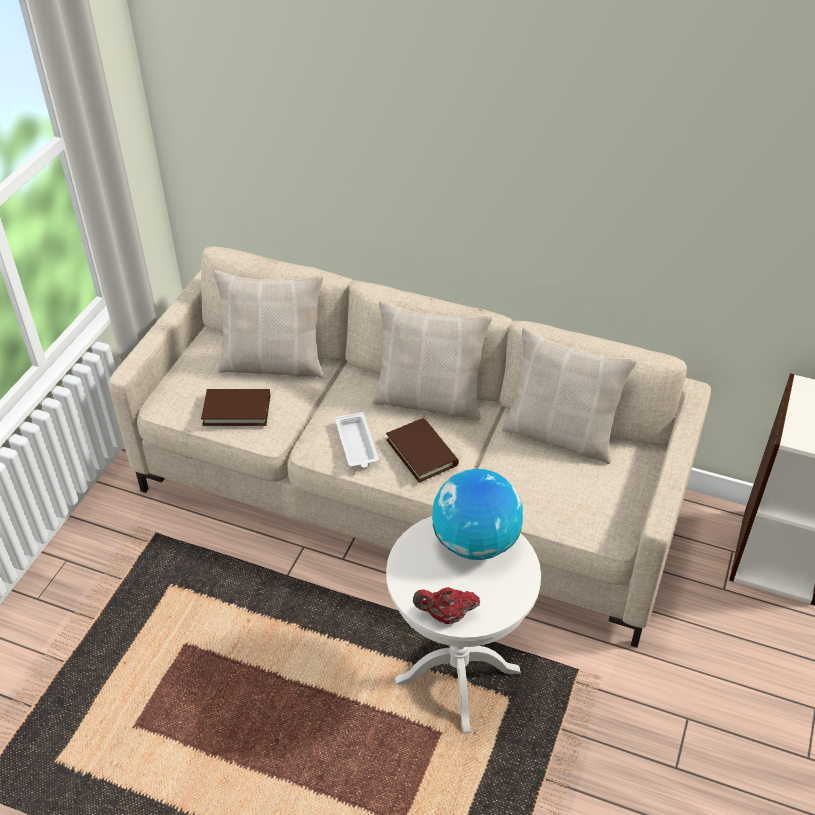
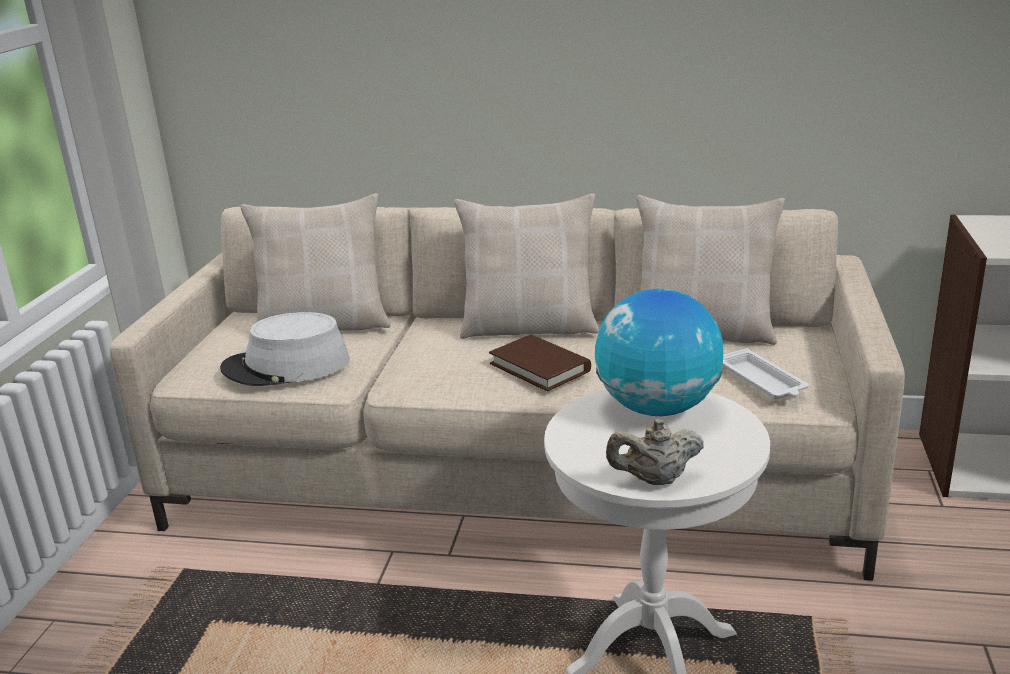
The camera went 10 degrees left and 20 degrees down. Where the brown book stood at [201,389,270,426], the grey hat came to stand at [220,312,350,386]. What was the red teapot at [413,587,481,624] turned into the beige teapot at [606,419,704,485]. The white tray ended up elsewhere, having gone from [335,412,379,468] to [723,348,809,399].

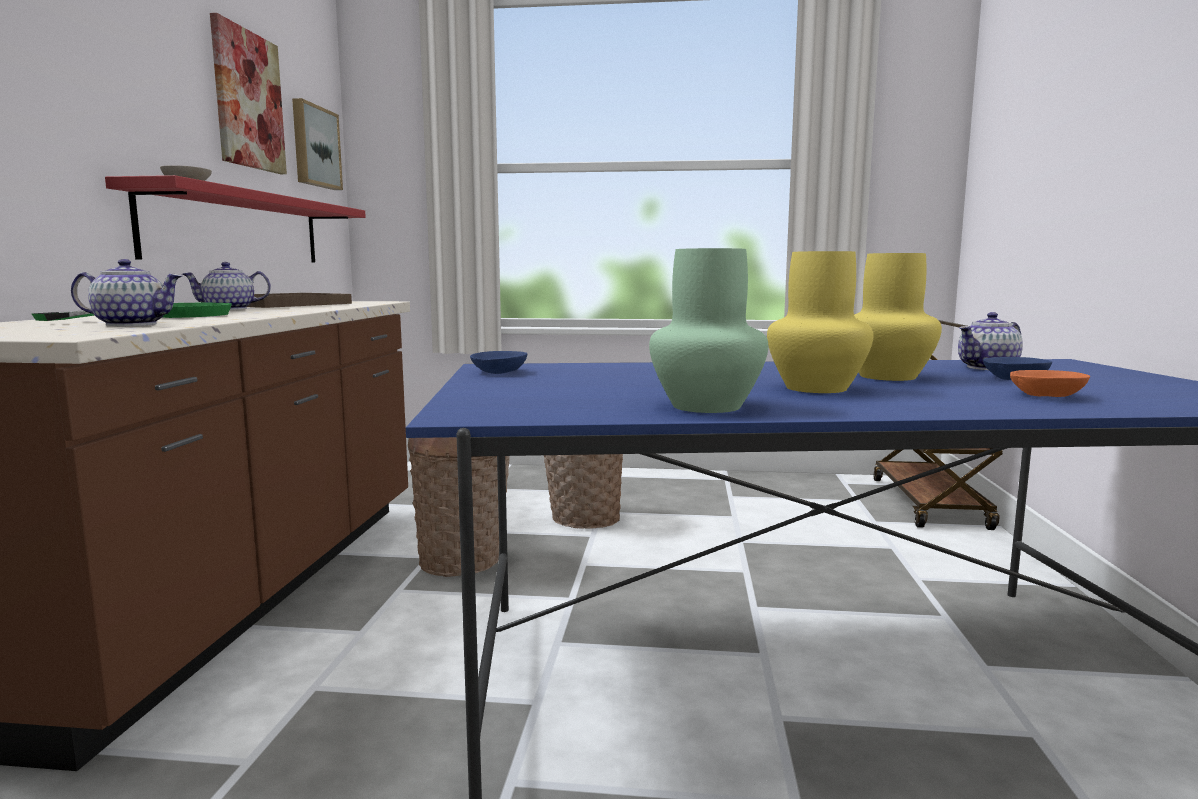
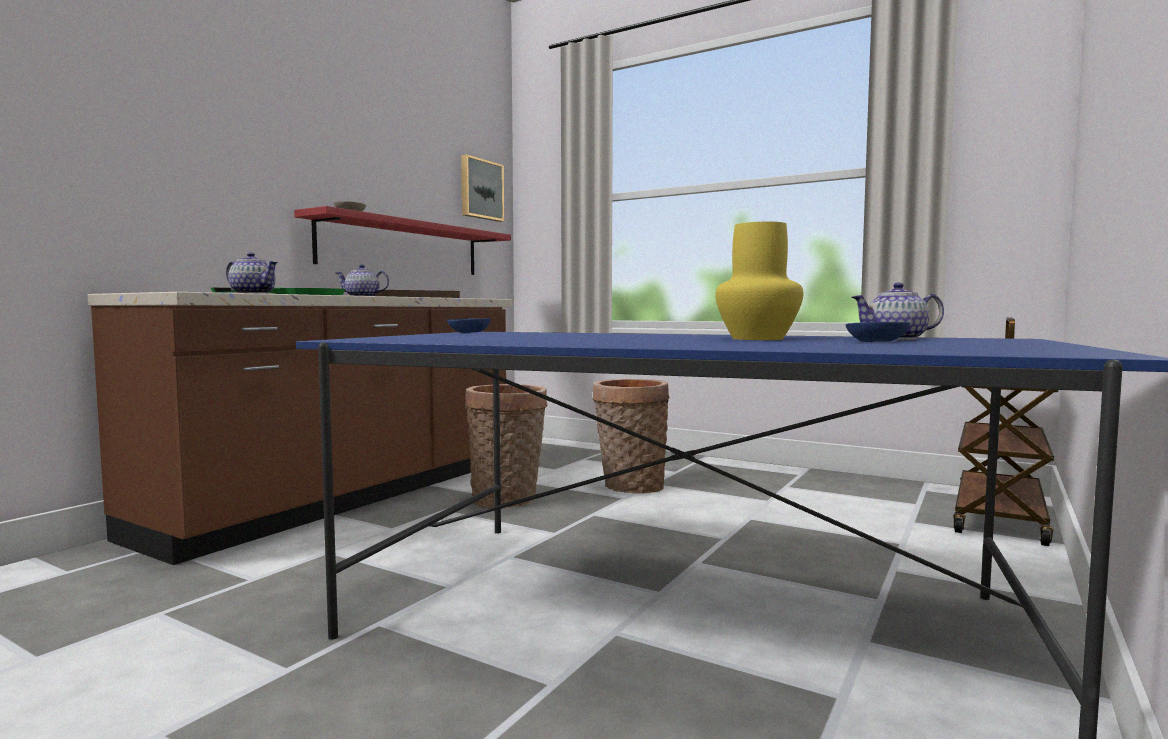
The camera went 25 degrees right and 5 degrees down. The second view lost the picture at [210,13,287,174]. The second view lost the green vase at [649,248,768,413]. The second view lost the yellow vase at [767,251,874,393]. The second view lost the orange bowl at [1010,370,1090,397].

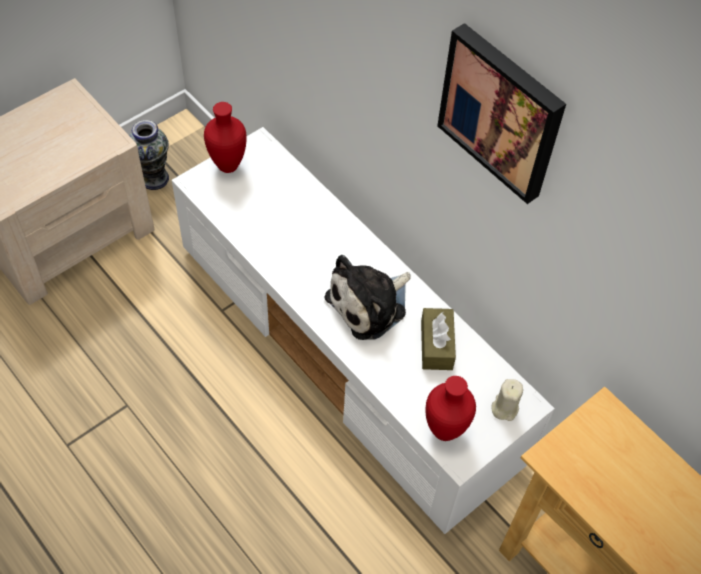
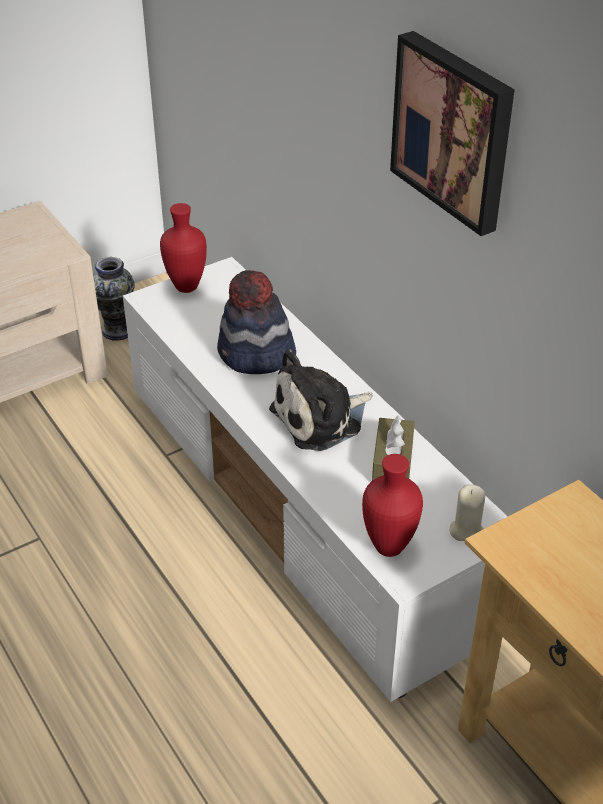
The camera went 10 degrees right and 15 degrees down. The second view gained the hat at [217,270,296,374].

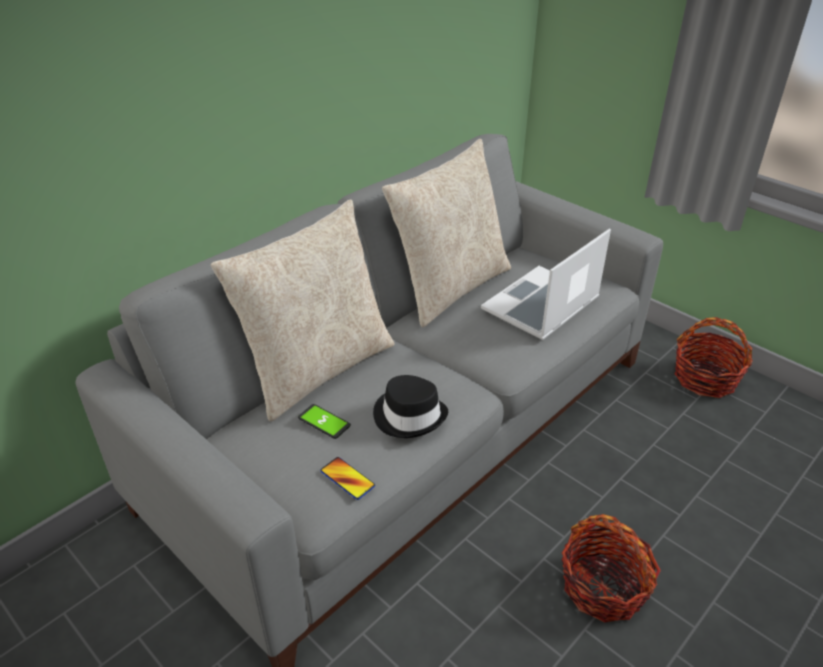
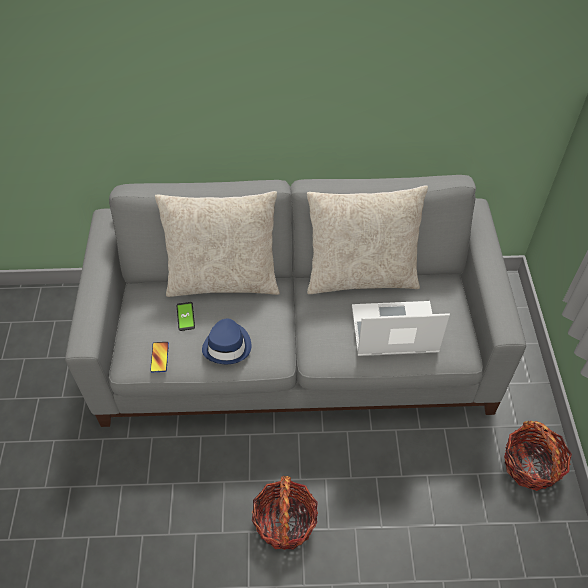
The camera went 45 degrees right and 15 degrees up. What was the black hat at [373,375,448,438] turned into the blue hat at [202,319,251,364].

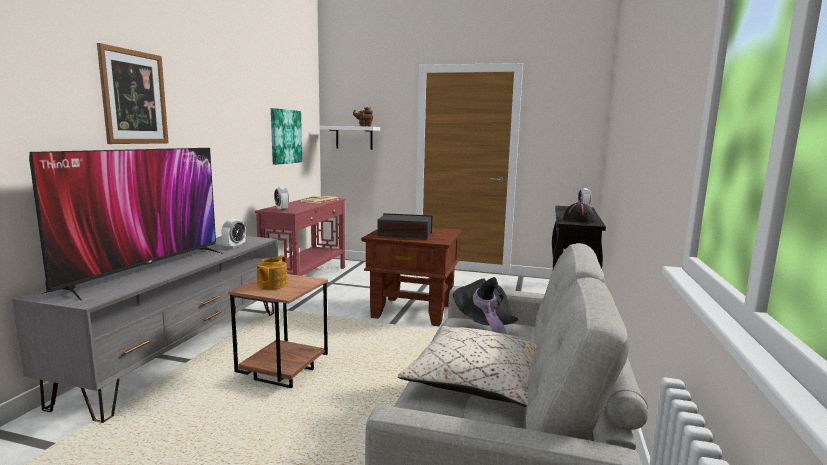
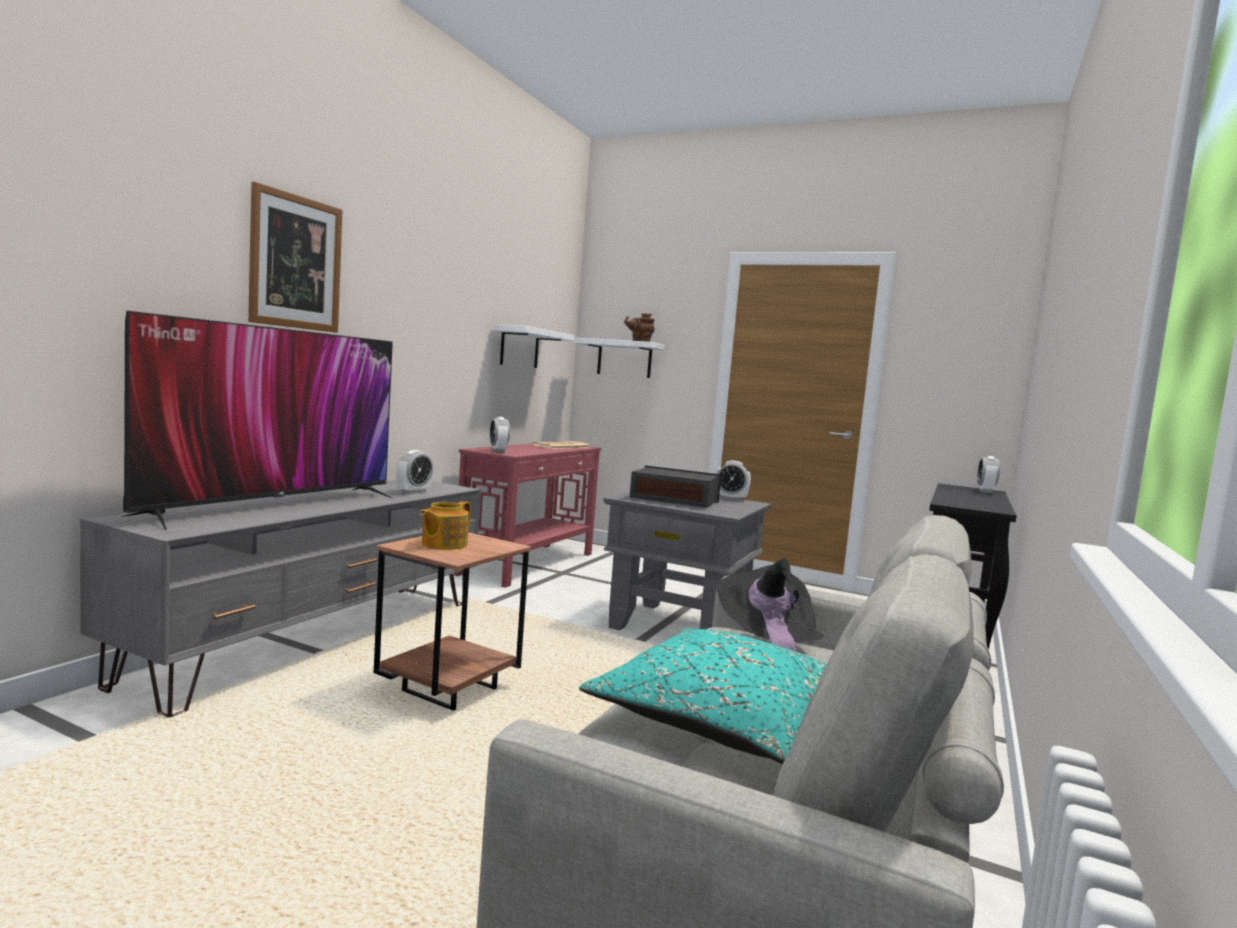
The camera went 10 degrees right and 5 degrees down. Where the picture hung at [271,108,302,165], the white shelf came to hang at [494,324,574,368]. What was the beige pillow at [398,326,538,407] turned into the turquoise pillow at [579,628,826,764]. What was the brown side table at [361,228,463,326] turned into the grey side table at [603,492,771,630]. The second view gained the alarm clock at [716,461,751,501]. The second view lost the black hat at [563,202,595,223].

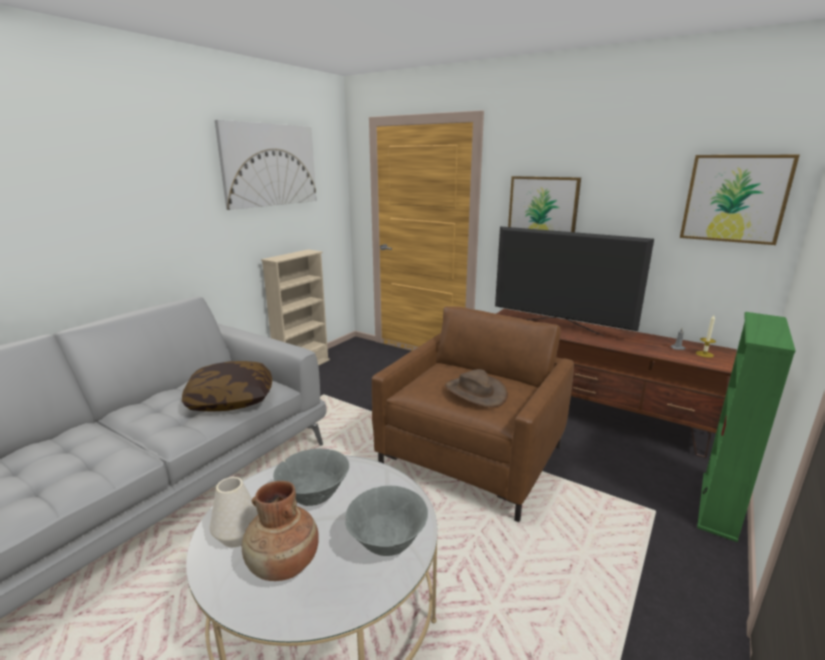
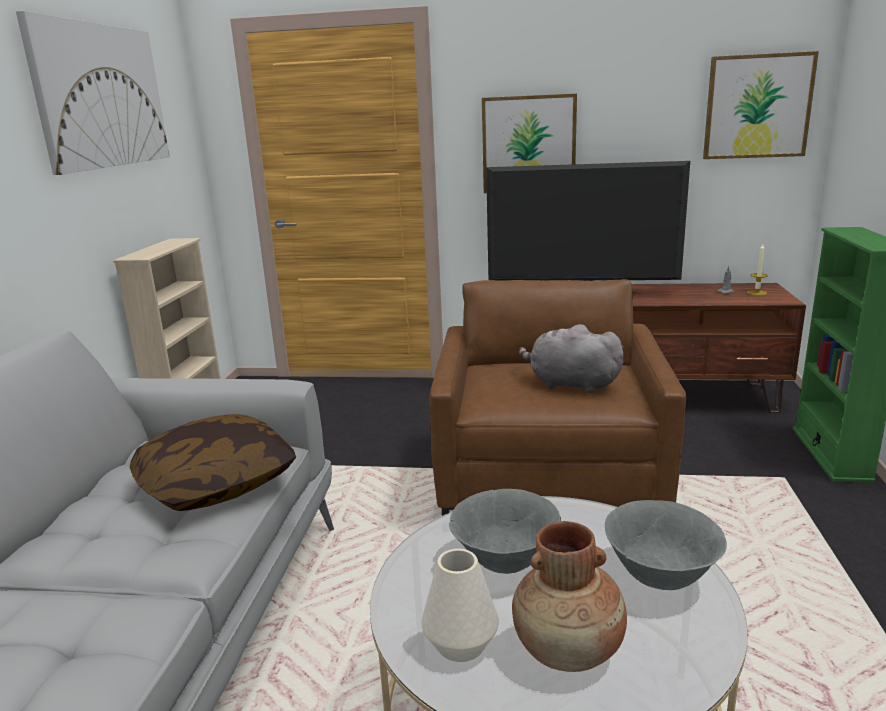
The camera went 25 degrees left and 0 degrees up. Where the brown hat stood at [445,369,508,407], the grey plush toy came to stand at [519,324,624,393].

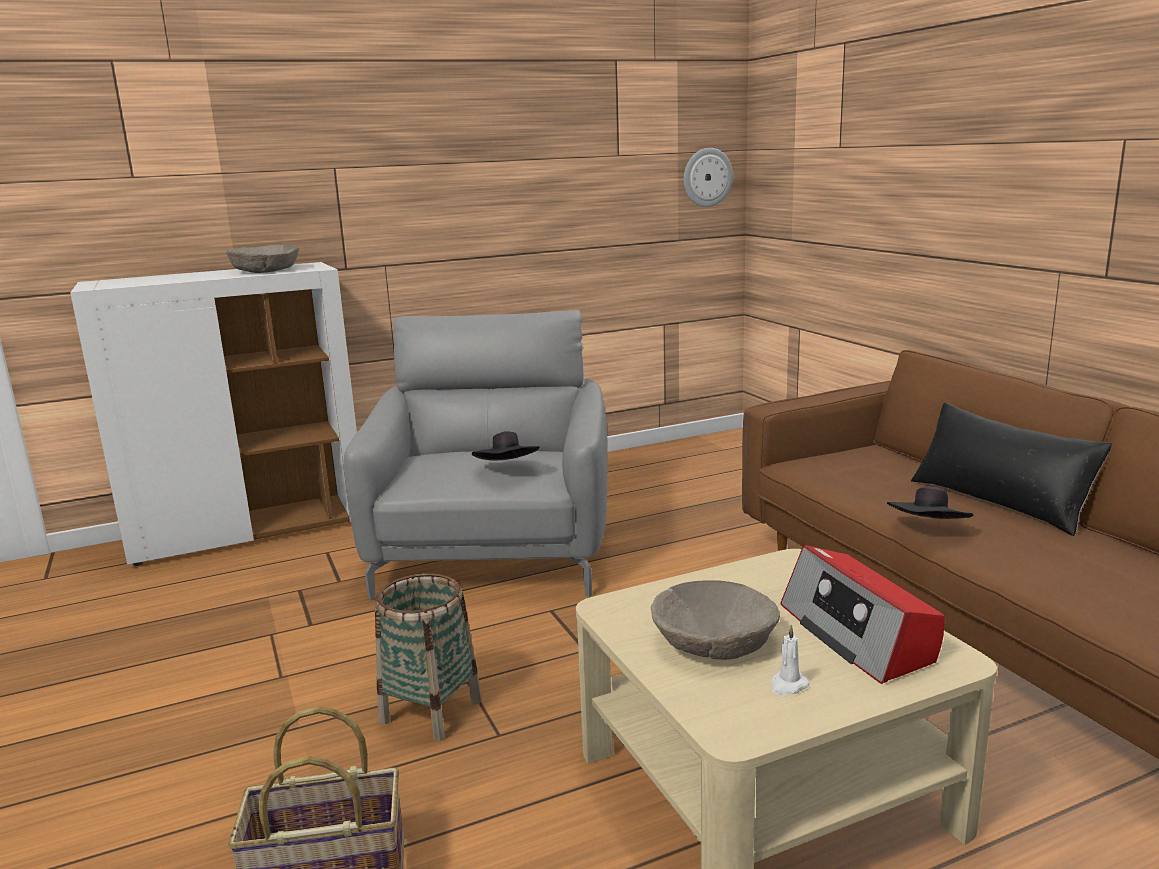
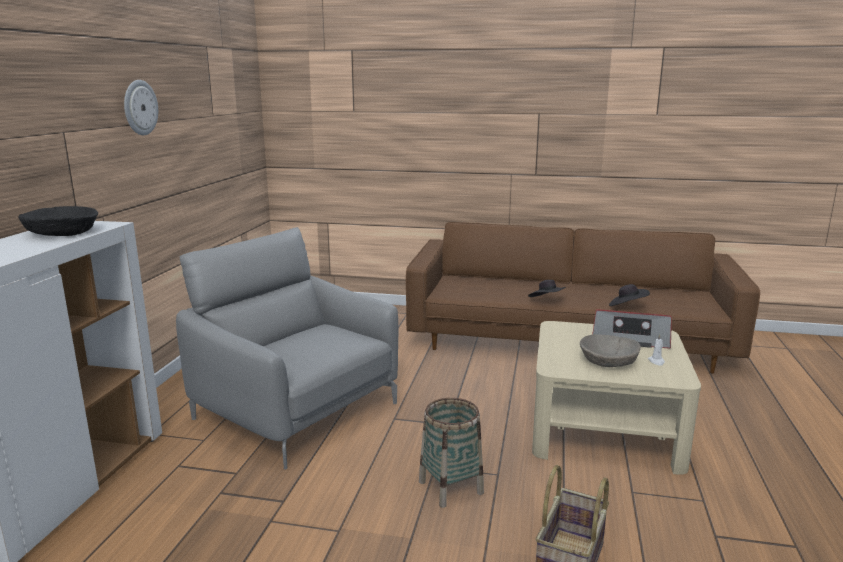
The camera went 55 degrees left and 0 degrees up. What was the beige bowl at [226,245,299,273] turned into the black bowl at [18,206,98,236]. The wall clock ended up elsewhere, having gone from [684,148,733,207] to [124,80,158,135]. The black hat ended up elsewhere, having gone from [472,431,540,461] to [609,284,650,306]. The second view lost the black pillow at [911,402,1112,536].

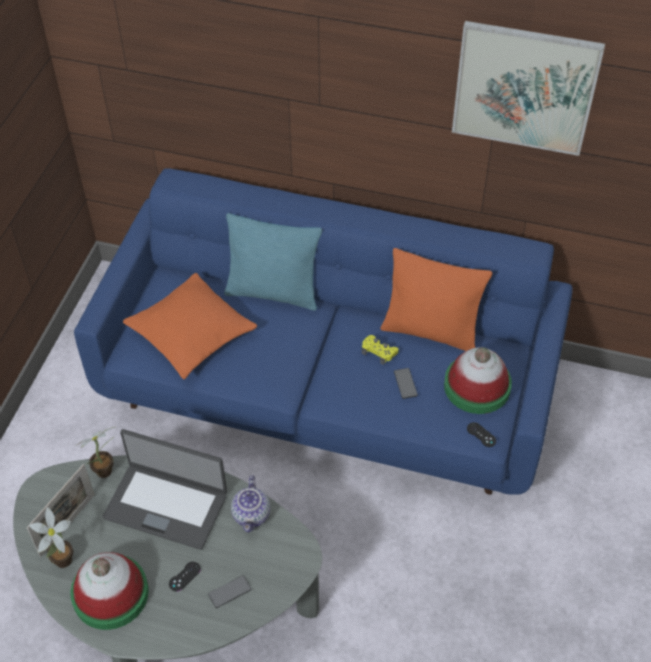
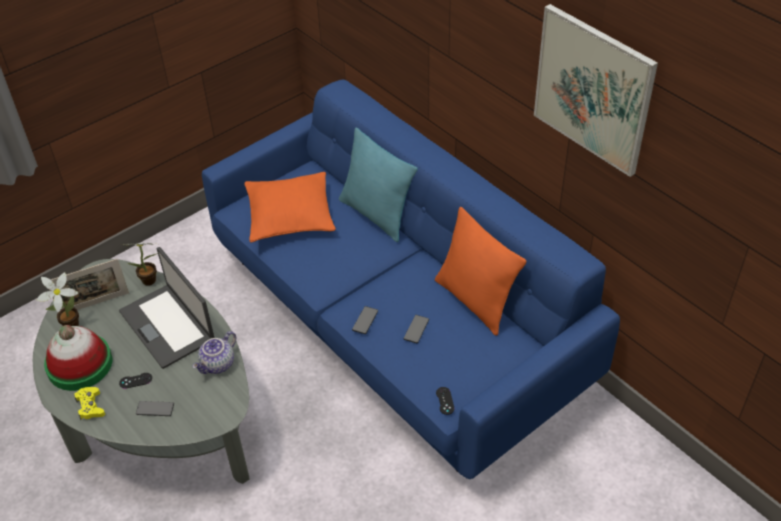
The camera went 35 degrees right and 5 degrees down. The yellow game controller ended up elsewhere, having gone from [362,335,398,365] to [74,387,105,420]. The second view gained the phone at [352,306,378,334]. The second view lost the hat at [444,347,512,414].

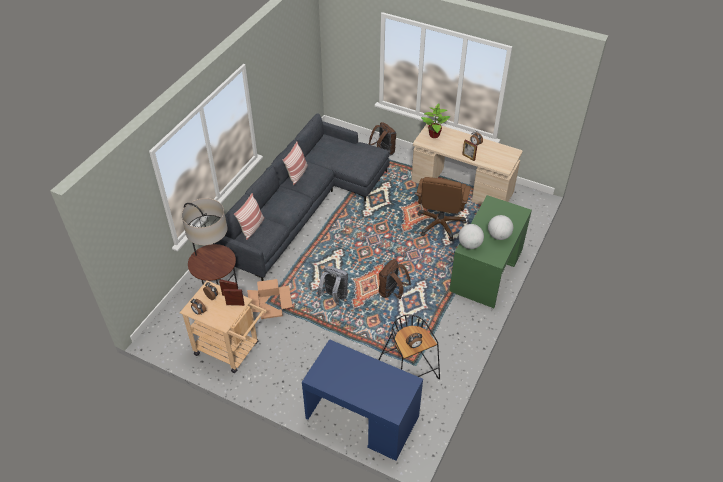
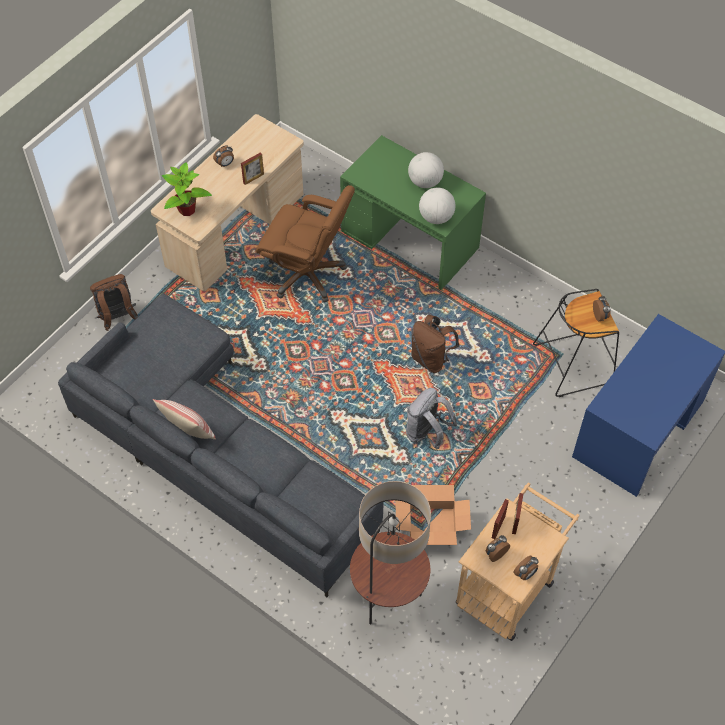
The camera went 80 degrees left and 10 degrees up. The second view lost the pillow at [234,193,265,240].

